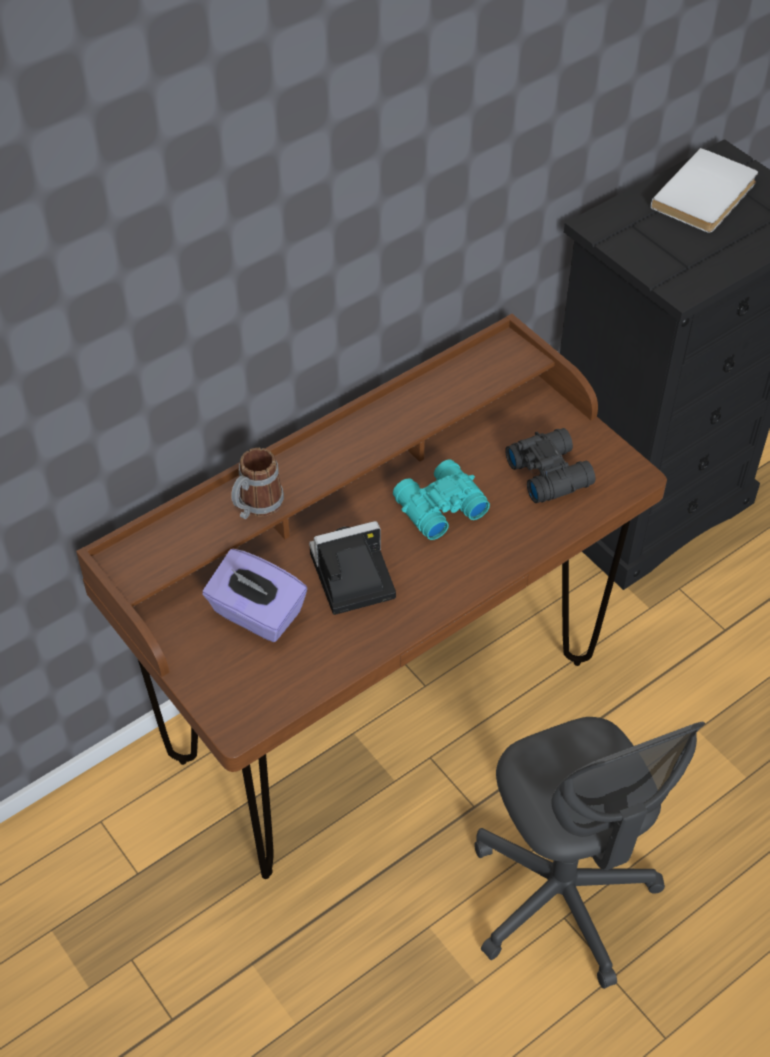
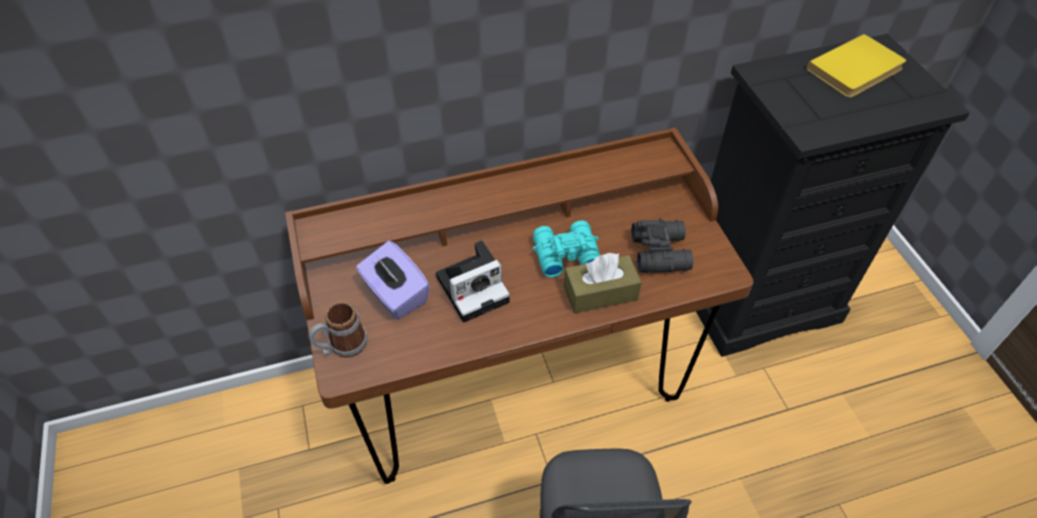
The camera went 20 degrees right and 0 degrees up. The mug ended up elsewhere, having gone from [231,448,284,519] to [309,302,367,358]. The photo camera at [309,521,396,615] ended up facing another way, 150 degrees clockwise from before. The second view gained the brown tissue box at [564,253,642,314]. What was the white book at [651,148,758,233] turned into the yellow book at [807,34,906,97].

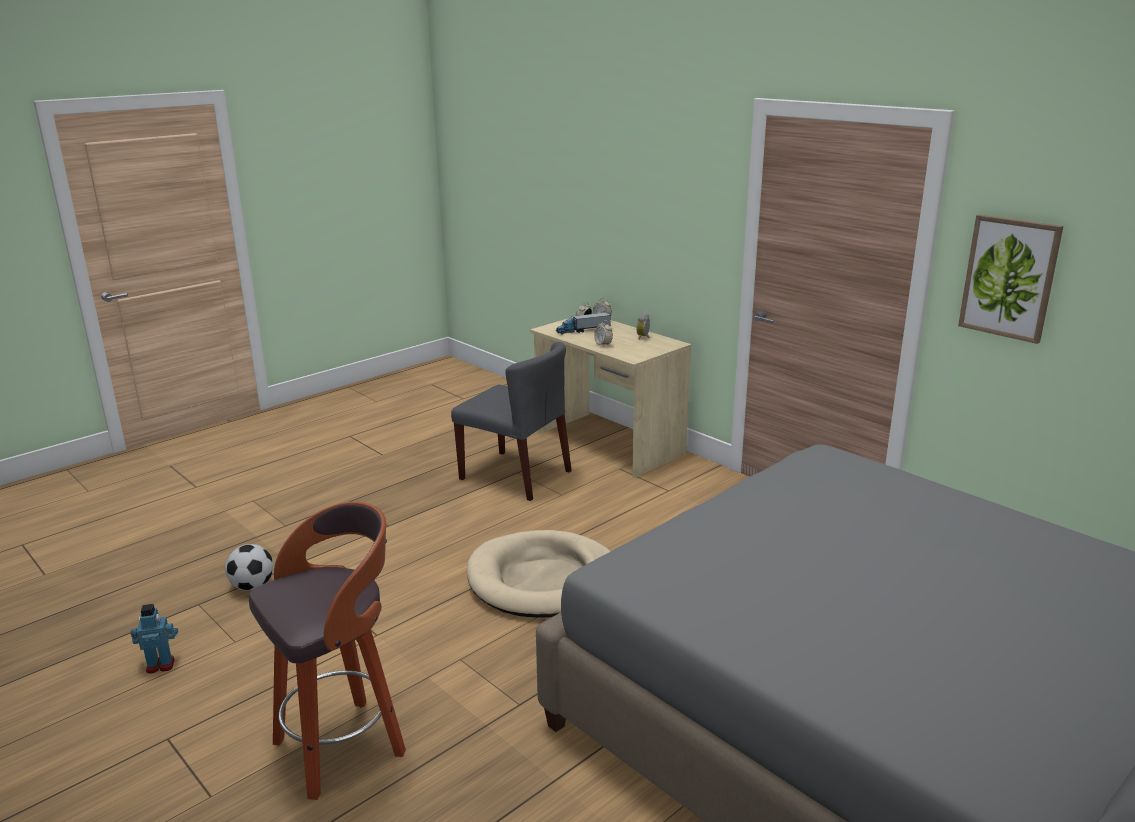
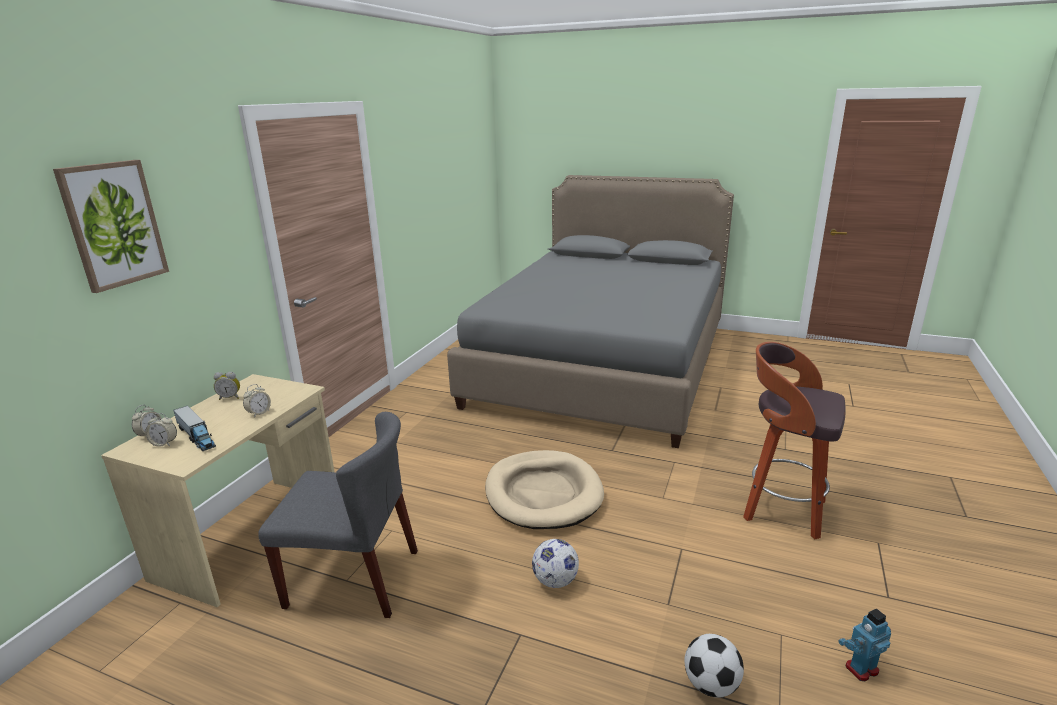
The camera went 115 degrees left and 0 degrees up. The picture ended up elsewhere, having gone from [958,214,1063,344] to [53,160,169,293]. The grey chair at [451,342,572,501] ended up facing another way, 90 degrees clockwise from before. The second view gained the football at [532,539,579,588]. The toy robot at [131,604,178,673] ended up facing another way, 105 degrees clockwise from before.

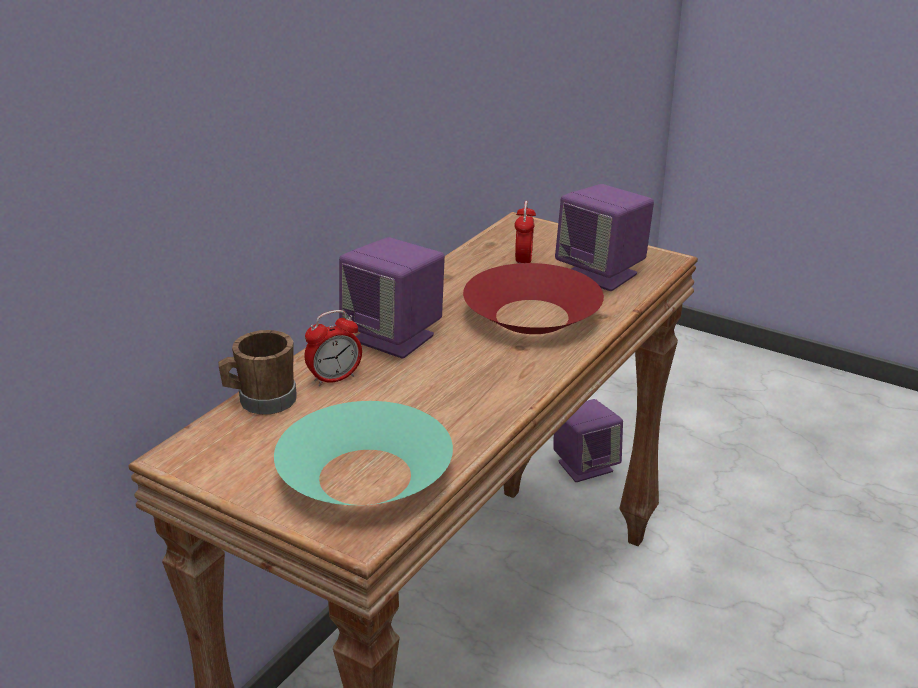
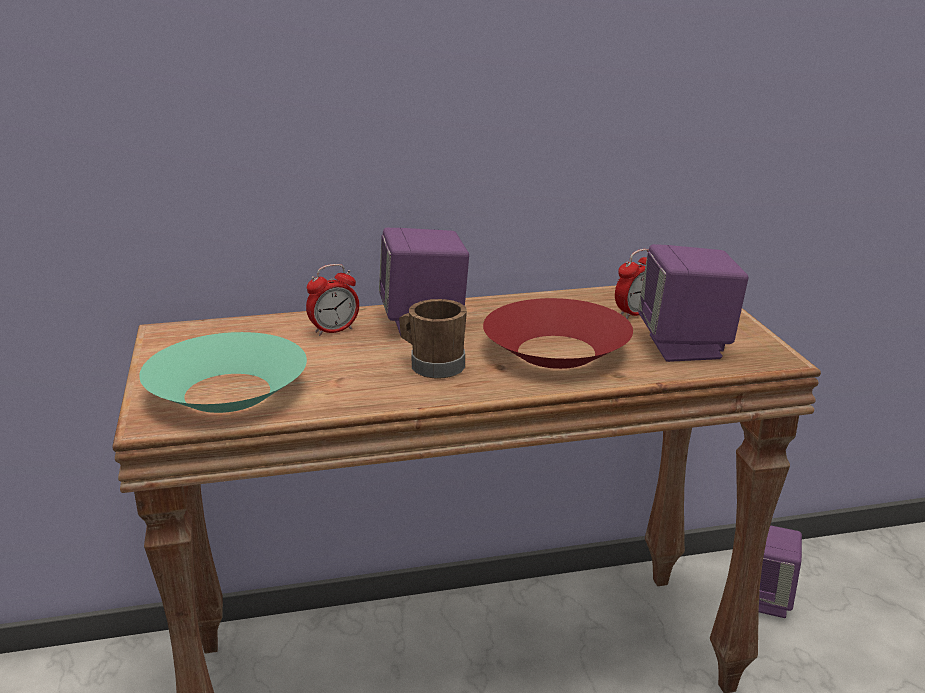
The camera went 45 degrees right and 5 degrees down. The alarm clock at [305,310,362,386] ended up facing another way, 45 degrees counterclockwise from before. The brown mug ended up elsewhere, having gone from [218,330,297,415] to [399,299,467,378].

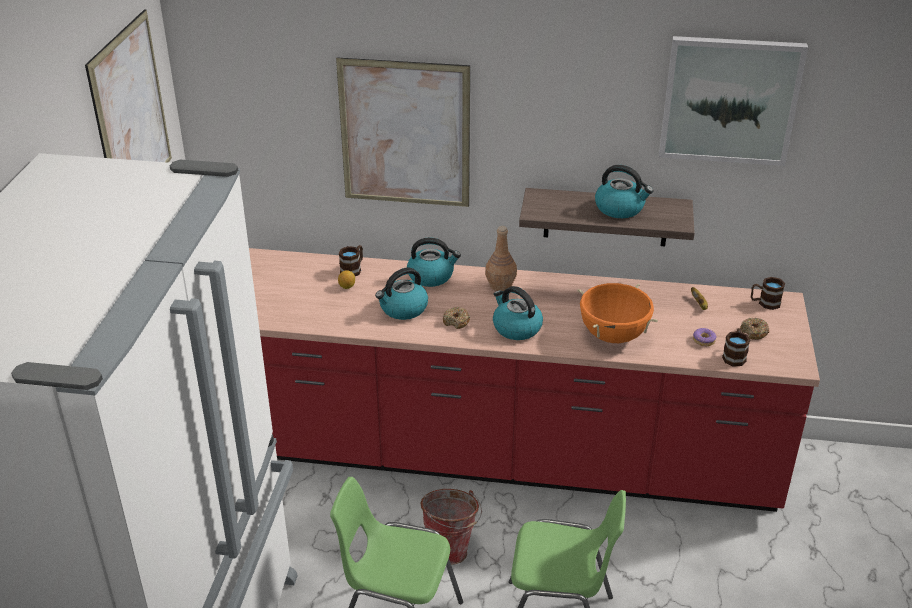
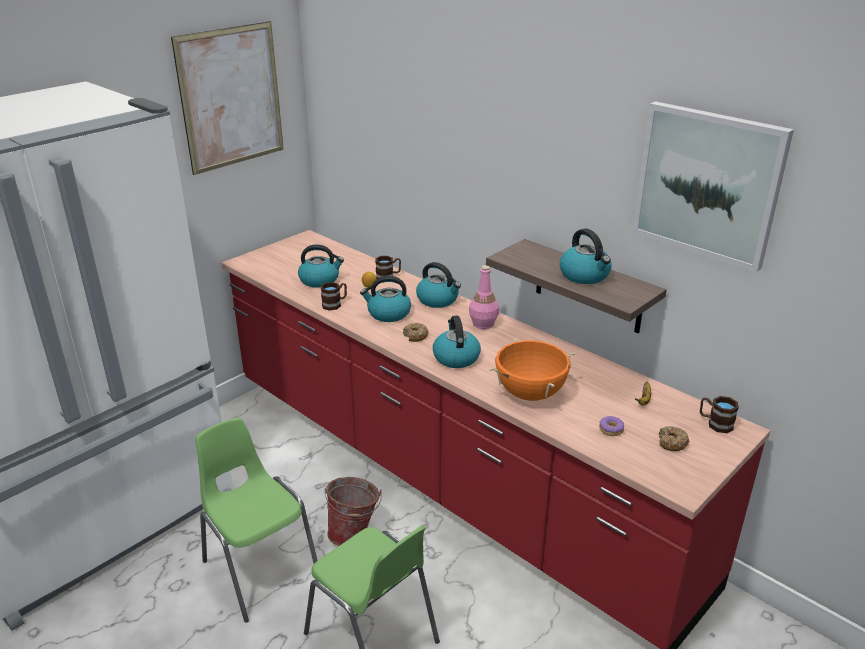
The camera went 35 degrees right and 5 degrees down. The second view gained the kettle at [298,244,344,288]. The brown mug ended up elsewhere, having gone from [722,328,750,367] to [320,282,347,311]. What was the brown bottle at [485,226,517,291] turned into the pink bottle at [469,265,499,329]. The second view lost the picture at [336,58,470,207].

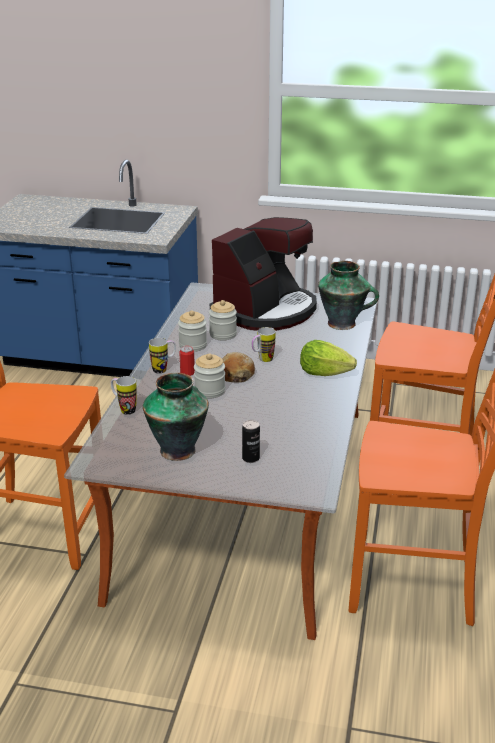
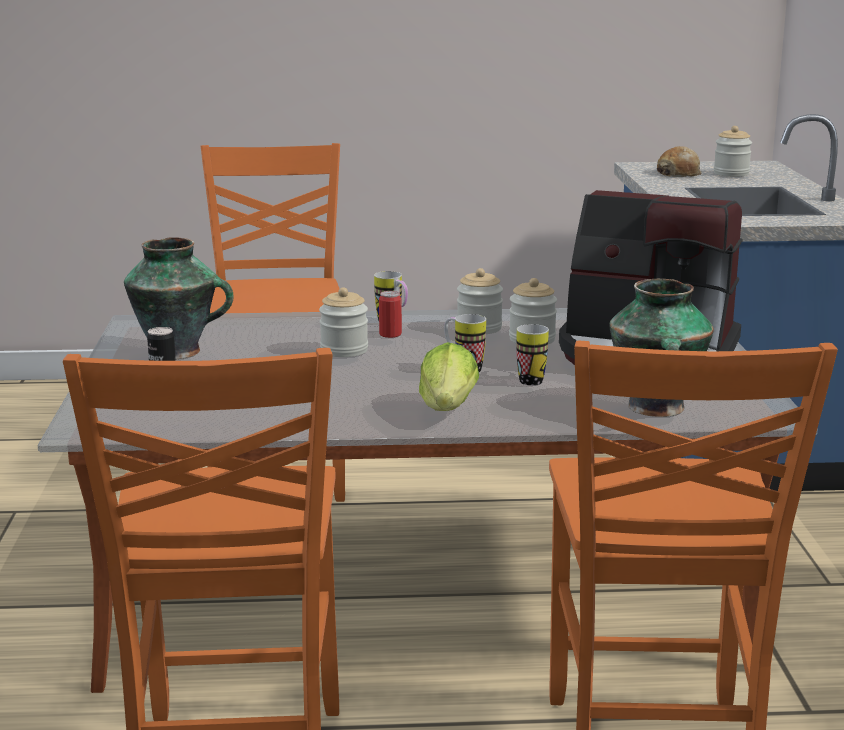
The camera went 75 degrees right and 10 degrees down. The mug ended up elsewhere, having gone from [111,376,137,415] to [516,324,549,386]. The bread ended up elsewhere, having gone from [222,352,255,382] to [657,146,702,177]. The second view gained the jar at [714,126,752,177].

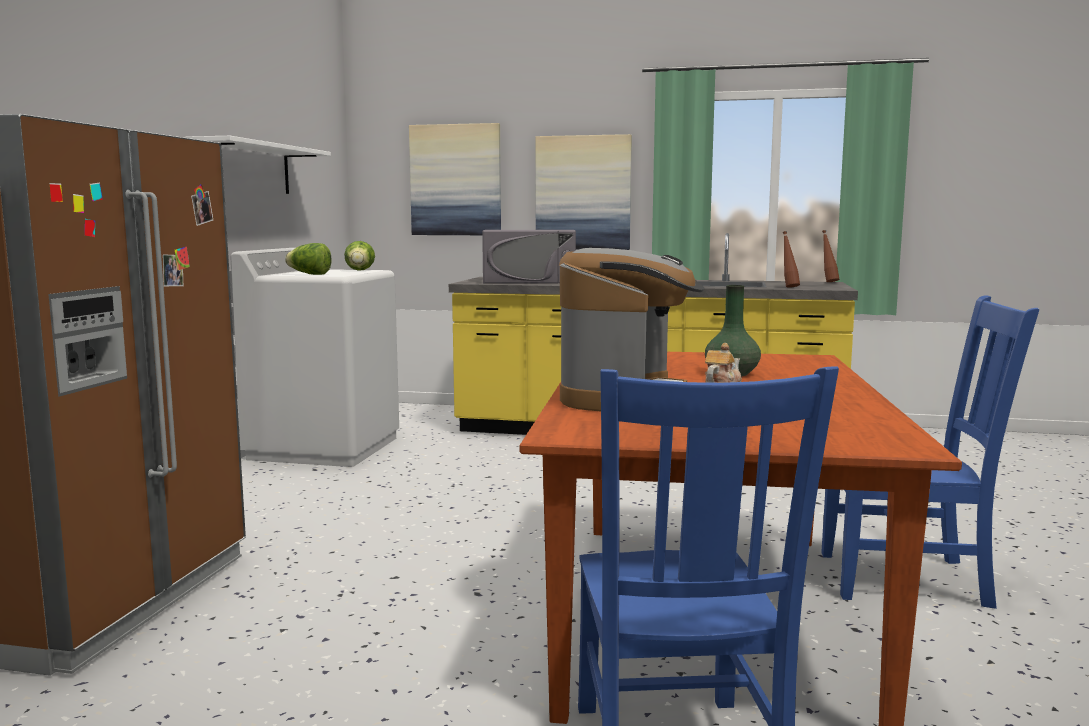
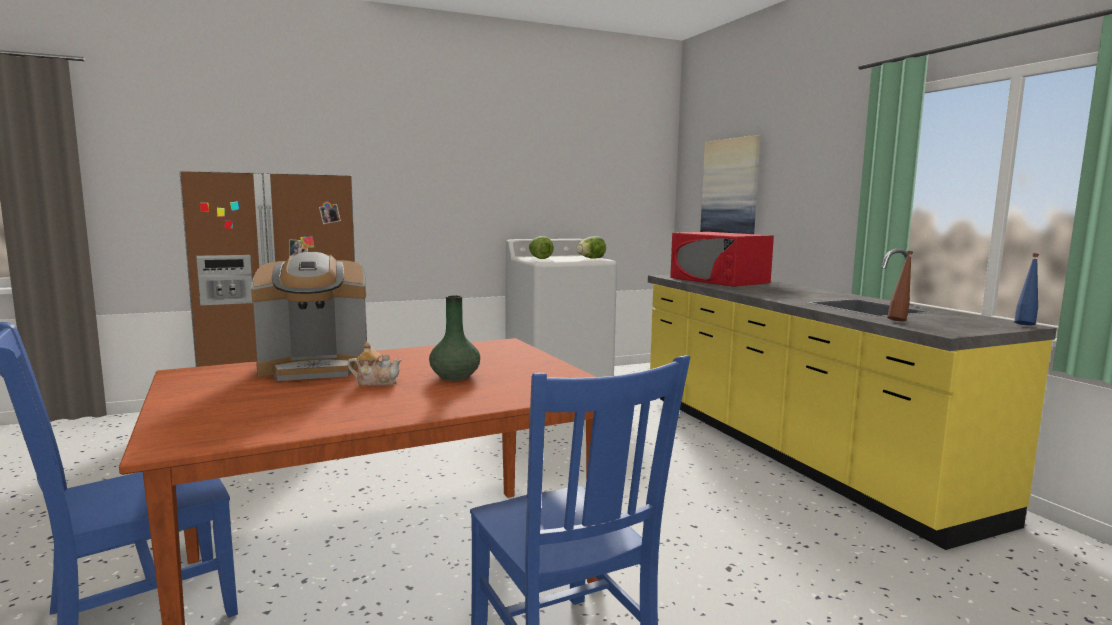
The camera went 55 degrees right and 0 degrees up. What was the grey microwave at [482,230,576,283] turned into the red microwave at [670,232,774,287]. What was the brown bottle at [822,230,839,282] turned into the blue bottle at [1014,253,1039,325]. The second view lost the white shelf at [185,136,331,194]. The second view lost the picture at [535,134,632,250].

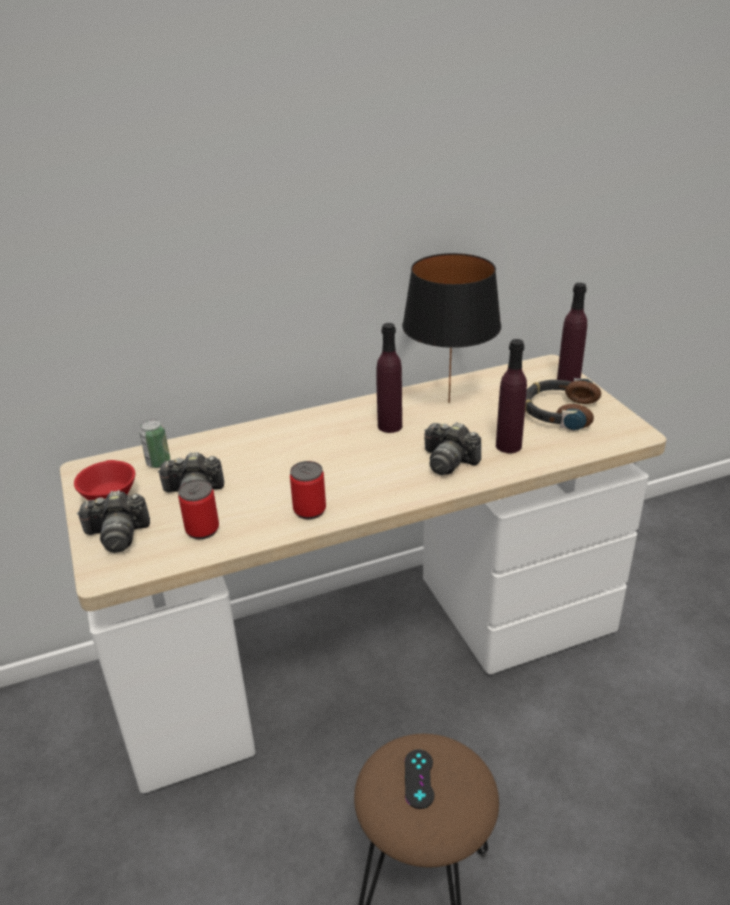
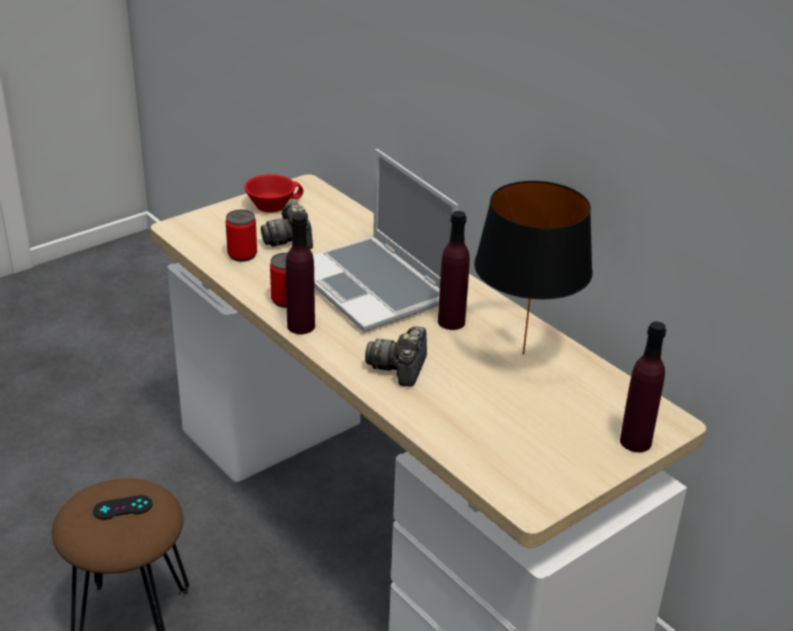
The camera went 70 degrees right and 0 degrees up. The purple bottle ended up elsewhere, having gone from [496,339,527,453] to [286,214,315,334]. The second view gained the laptop at [313,149,458,332]. The second view lost the photo camera at [76,490,150,553]. The second view lost the can at [139,419,170,468]. The second view lost the headphones at [525,378,601,431].

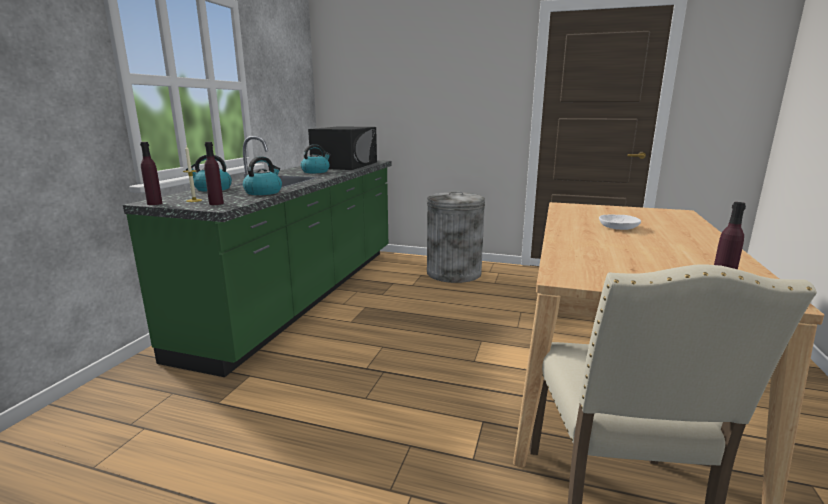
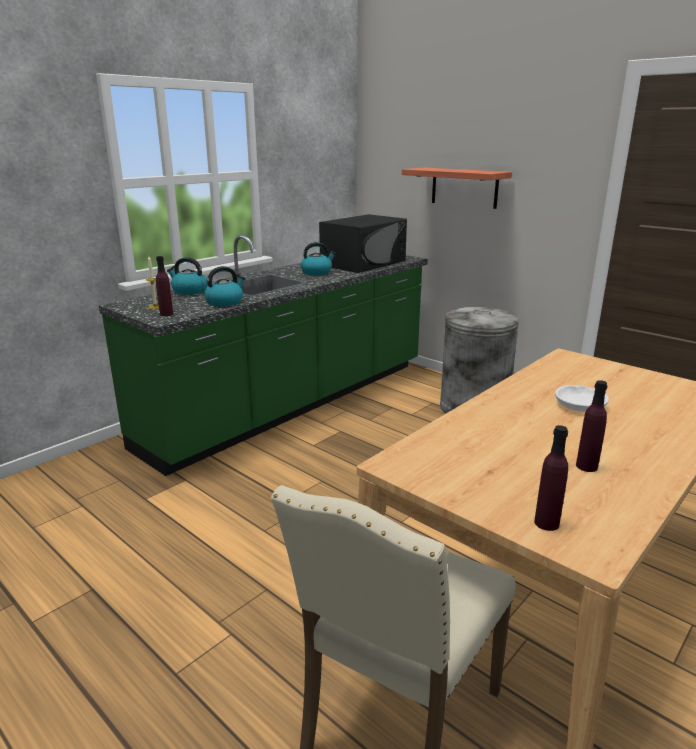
The camera went 25 degrees right and 5 degrees up. The second view gained the shelf at [402,168,512,209]. The purple bottle ended up elsewhere, having gone from [140,142,162,205] to [576,380,607,472].

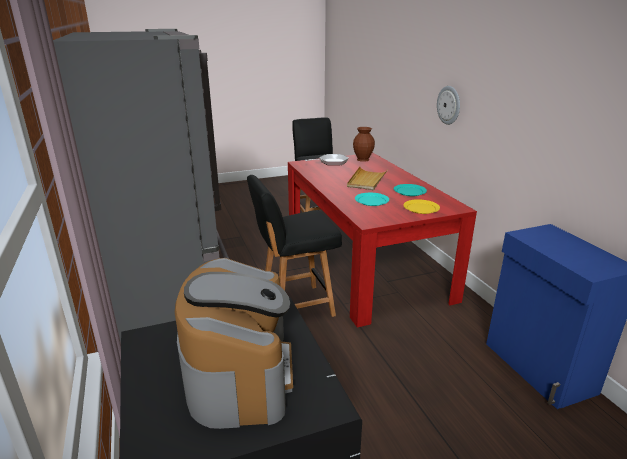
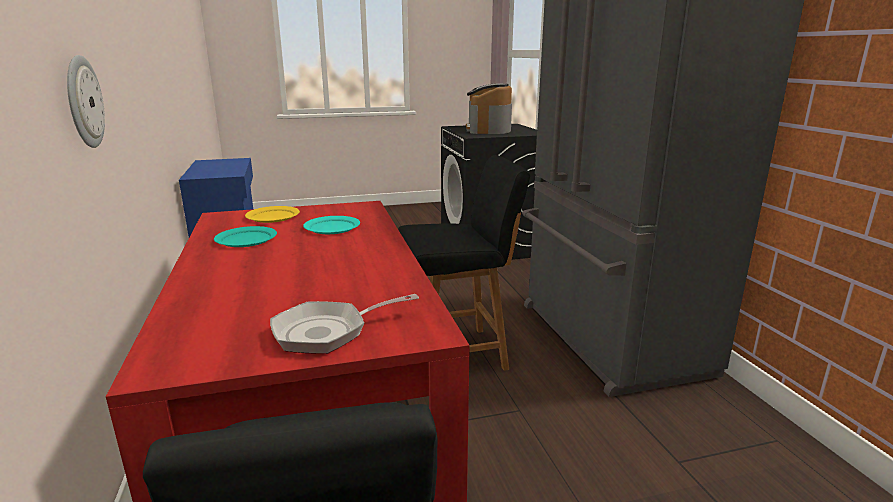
The camera went 175 degrees left and 5 degrees down. The second view lost the beige tray at [347,167,388,190]. The second view lost the brown vase at [353,127,375,162].

